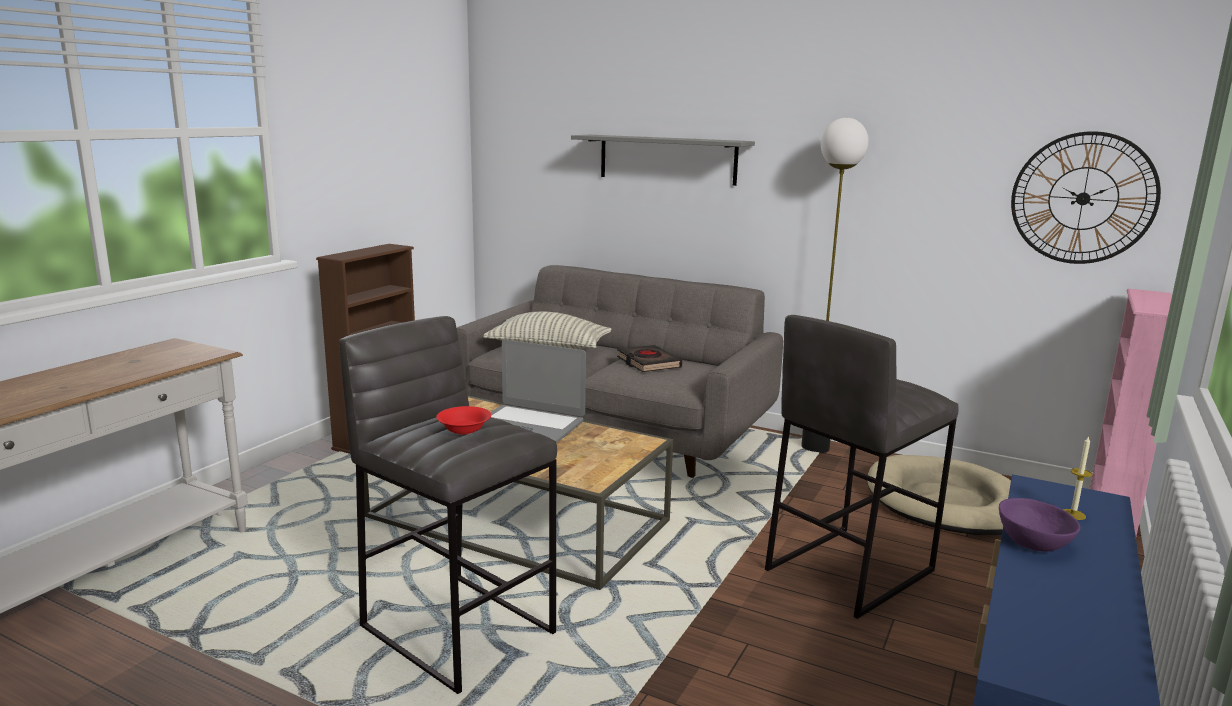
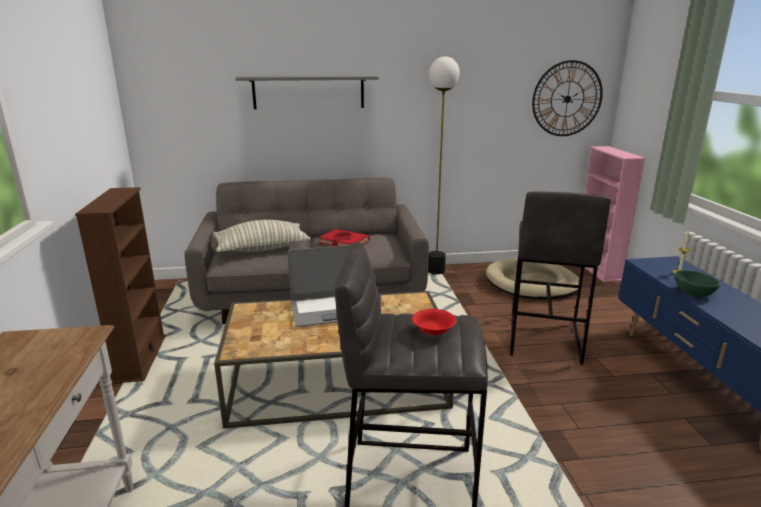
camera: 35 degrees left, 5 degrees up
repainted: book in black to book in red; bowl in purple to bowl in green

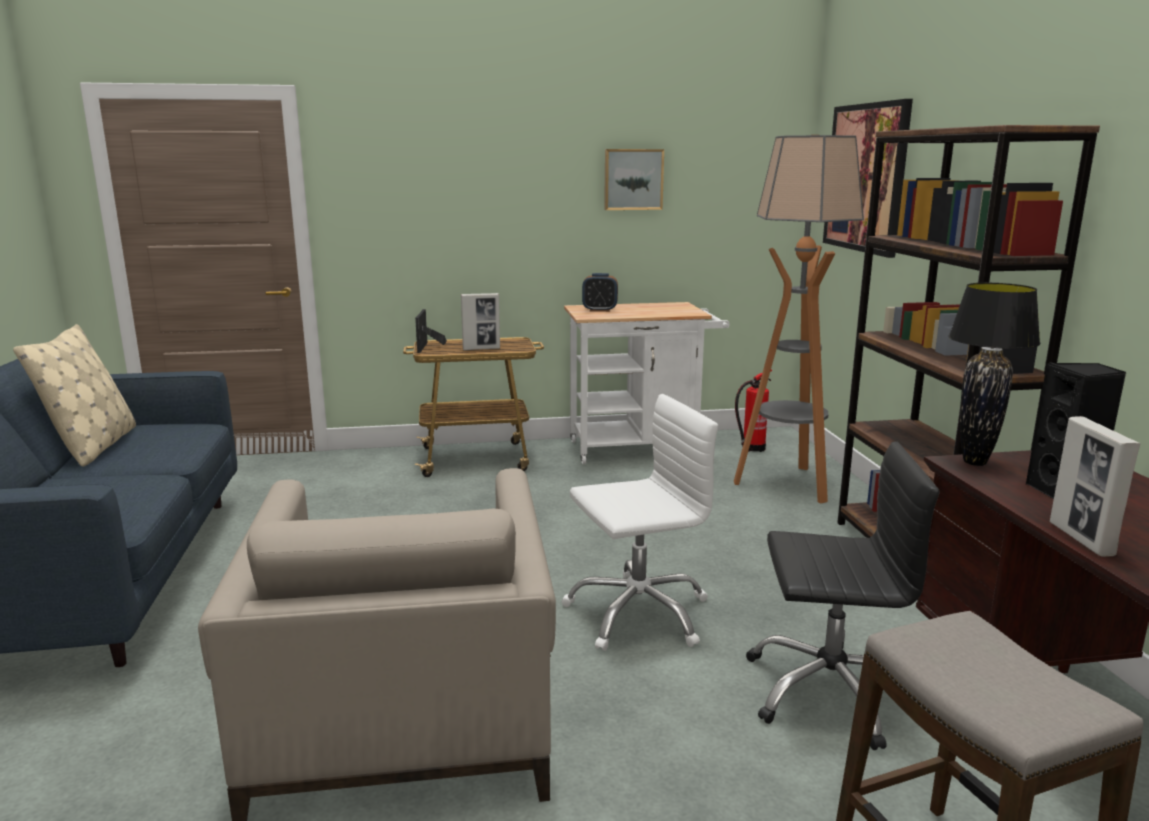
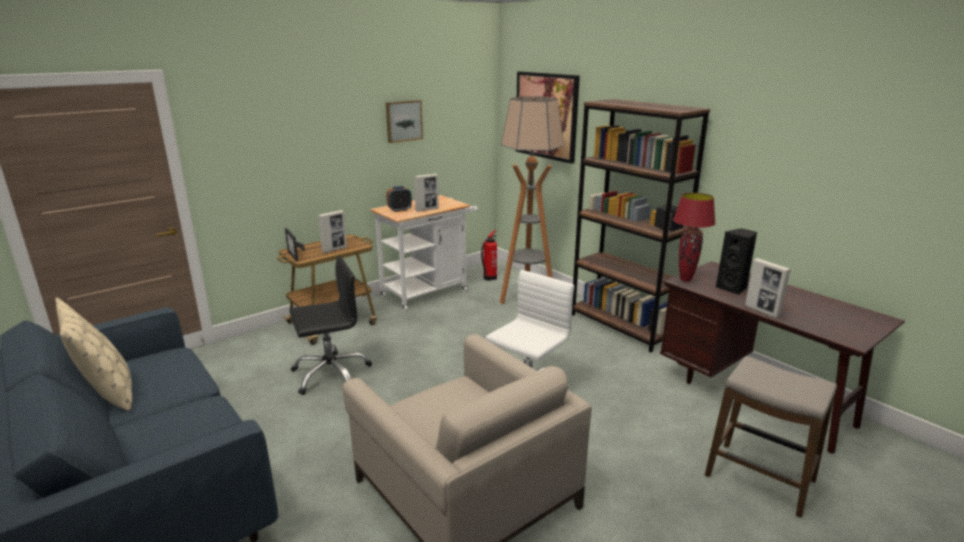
camera: 30 degrees left, 5 degrees up
new: picture frame (no. 3 from left)
shifted: office chair in black
repainted: table lamp in black to table lamp in red

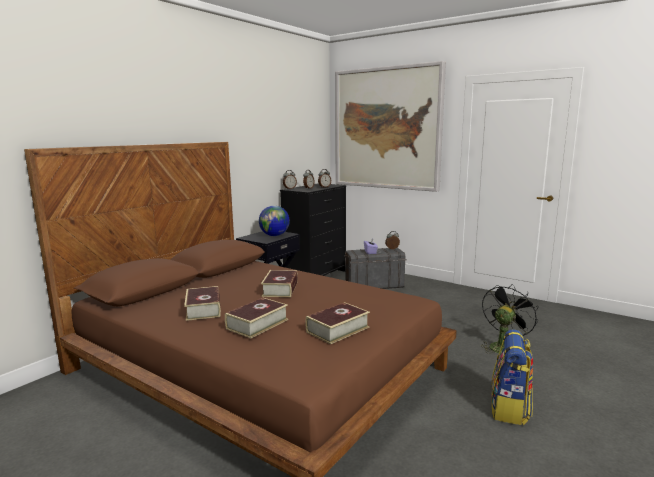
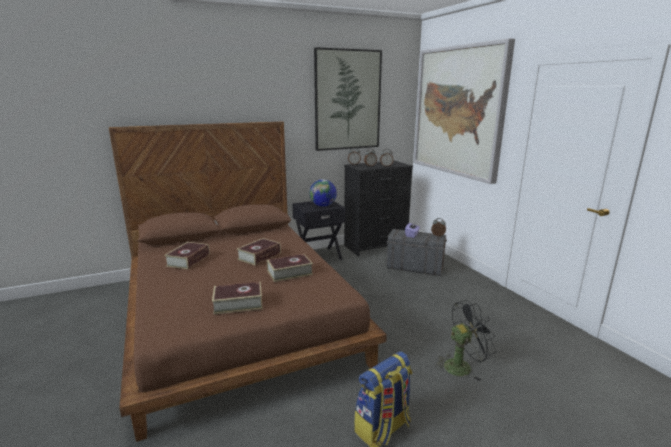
camera: 30 degrees right, 5 degrees up
new: picture (no. 1 from left)
shifted: book (no. 2 from left in the first image) to book (no. 4 from left)

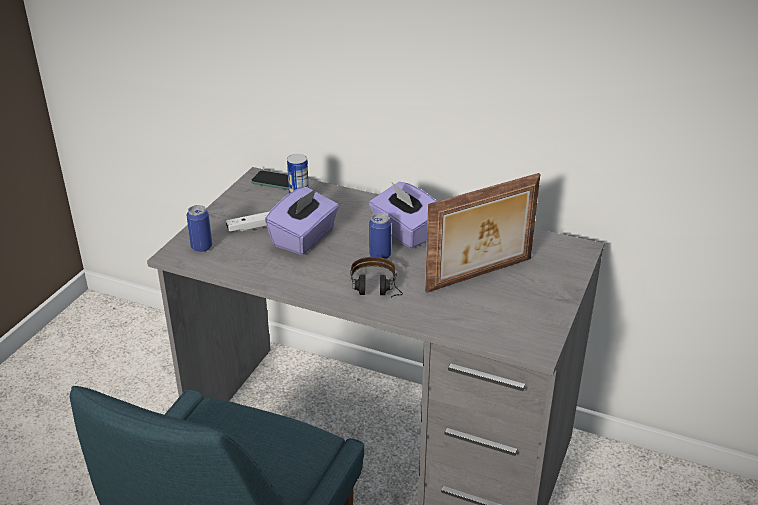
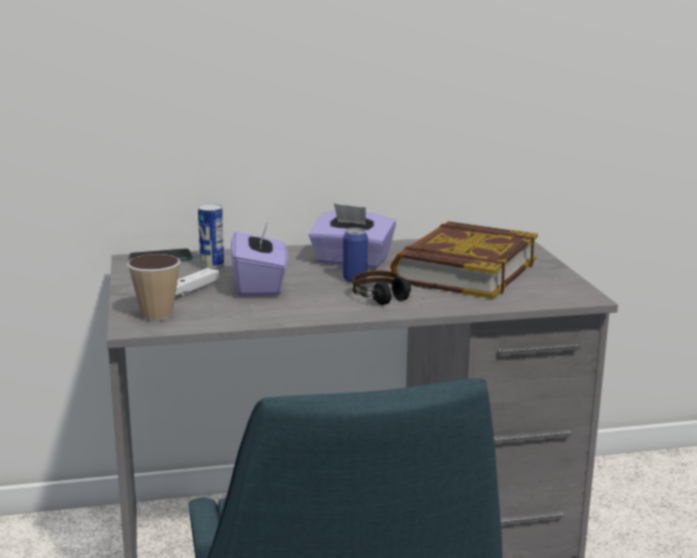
camera: 35 degrees left, 15 degrees down
swapped: can (no. 1 from left) to cup; picture frame to book

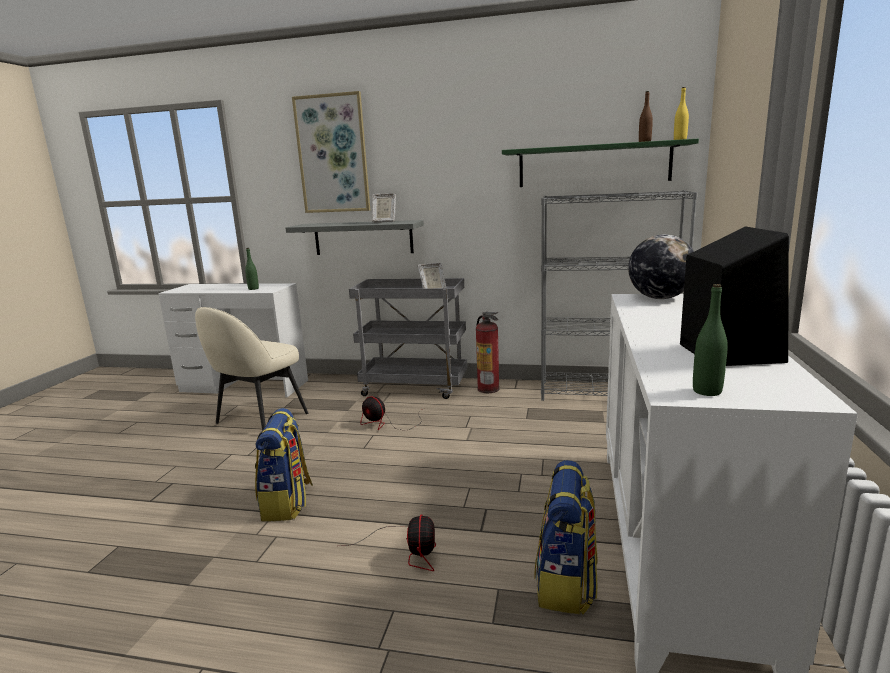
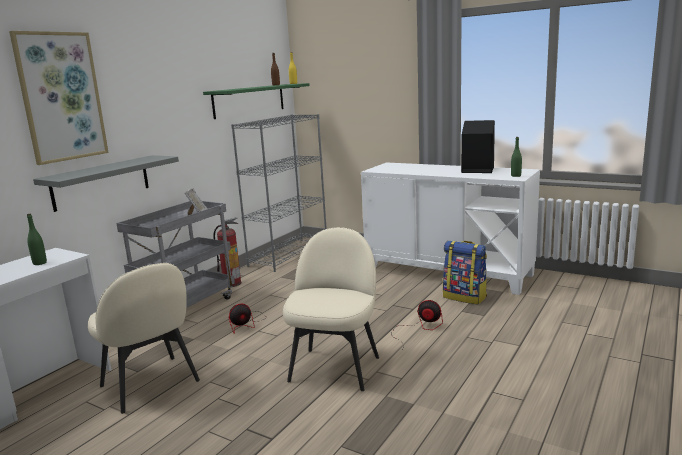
camera: 70 degrees left, 0 degrees up
gone: picture frame (no. 1 from left); globe
swapped: backpack (no. 1 from left) to chair in beige (no. 2 from left)

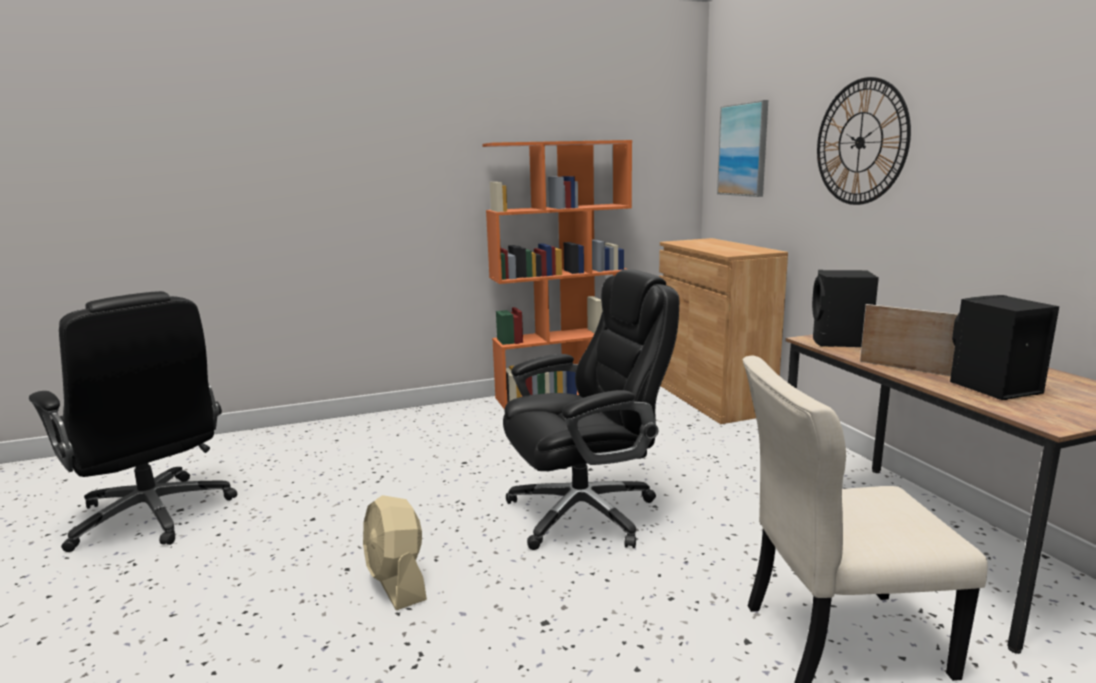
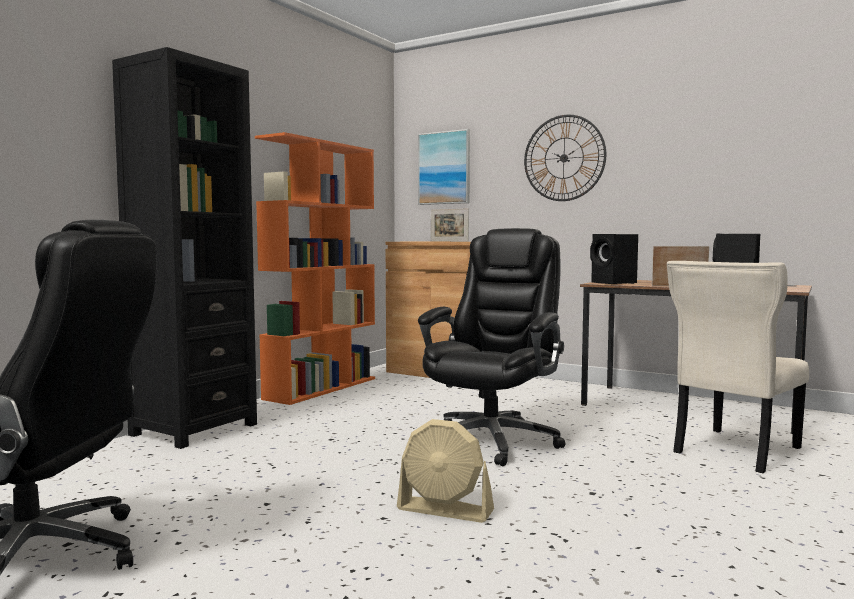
camera: 40 degrees left, 10 degrees down
new: bookcase in black; picture frame (no. 1 from left)

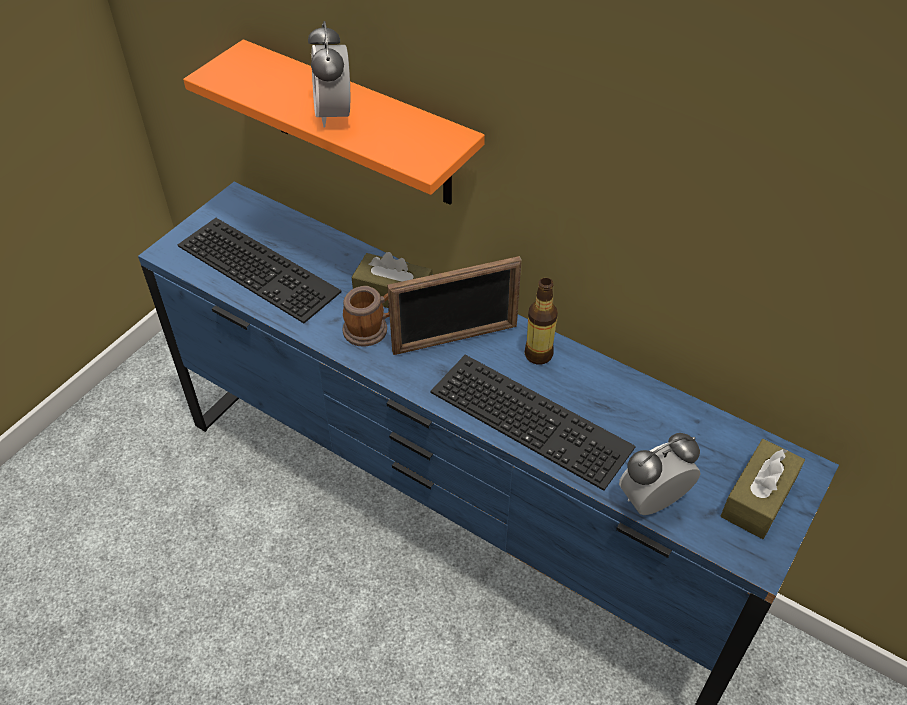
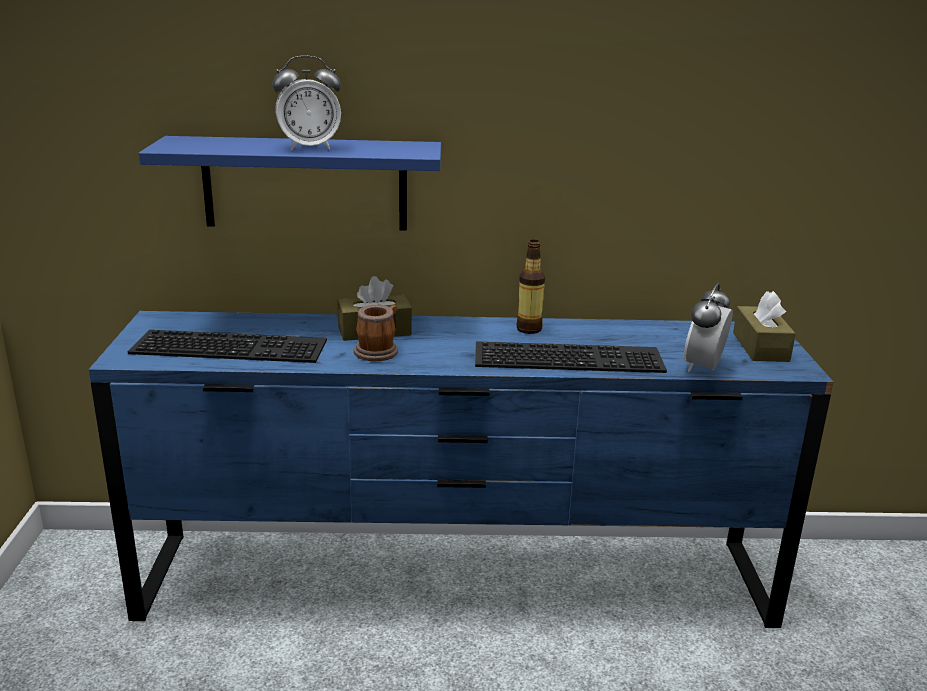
camera: 35 degrees left, 25 degrees down
gone: picture frame
repainted: shelf in orange to shelf in blue
rotated: alarm clock (no. 1 from left) 60 degrees counterclockwise

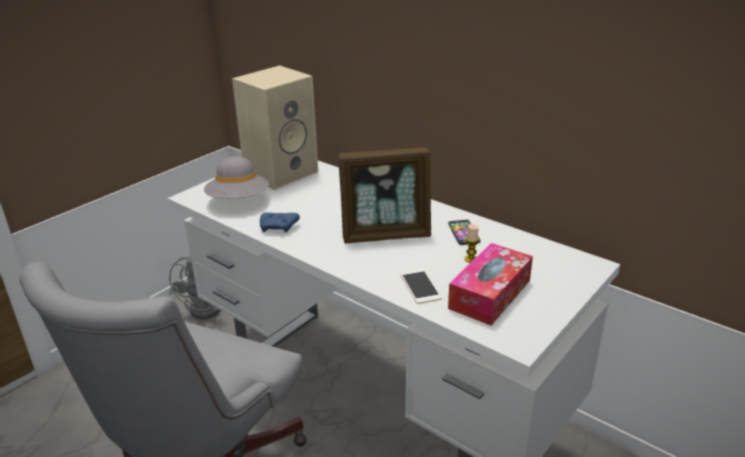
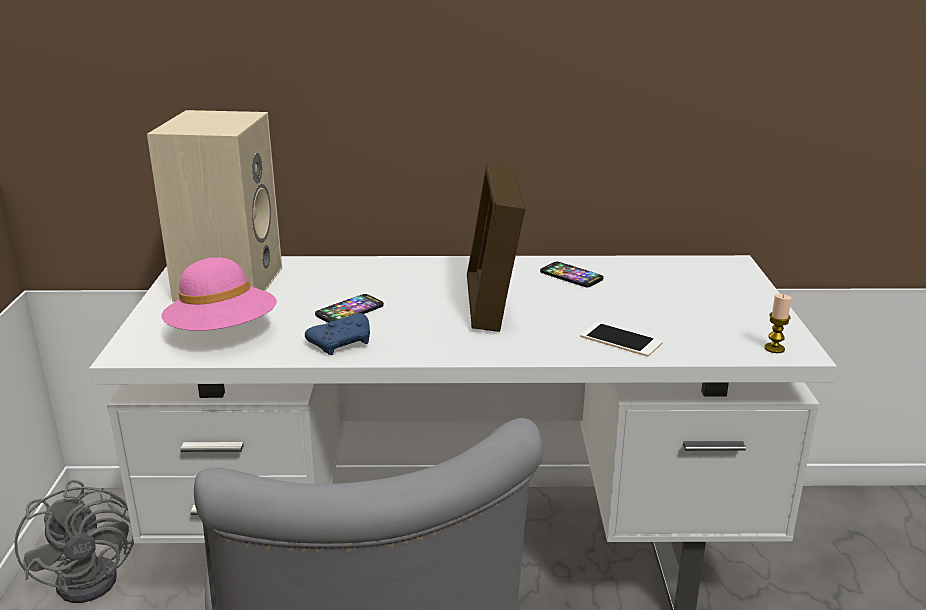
camera: 40 degrees left, 5 degrees down
gone: tissue box
new: phone (no. 1 from left)
shifted: candle
repainted: hat in grey to hat in pink
rotated: picture frame 135 degrees clockwise

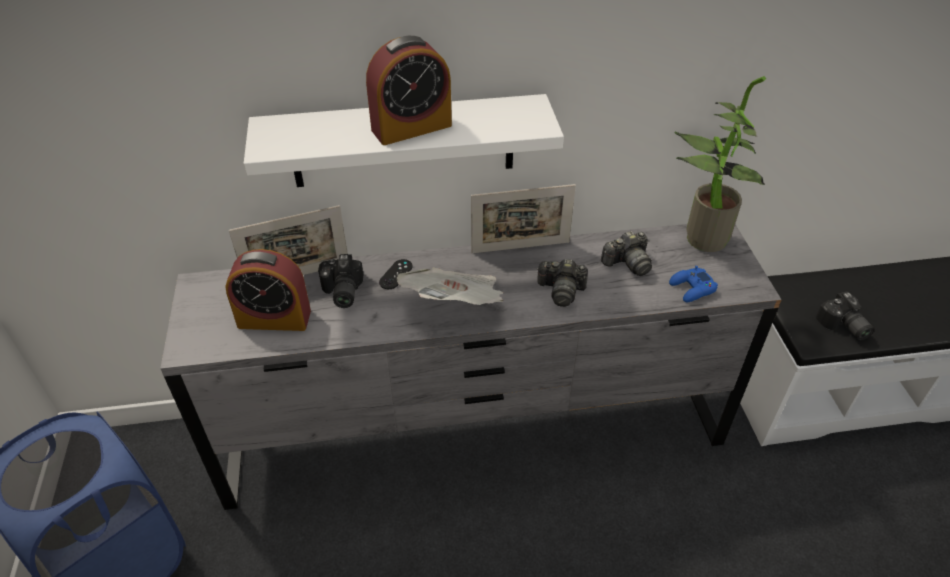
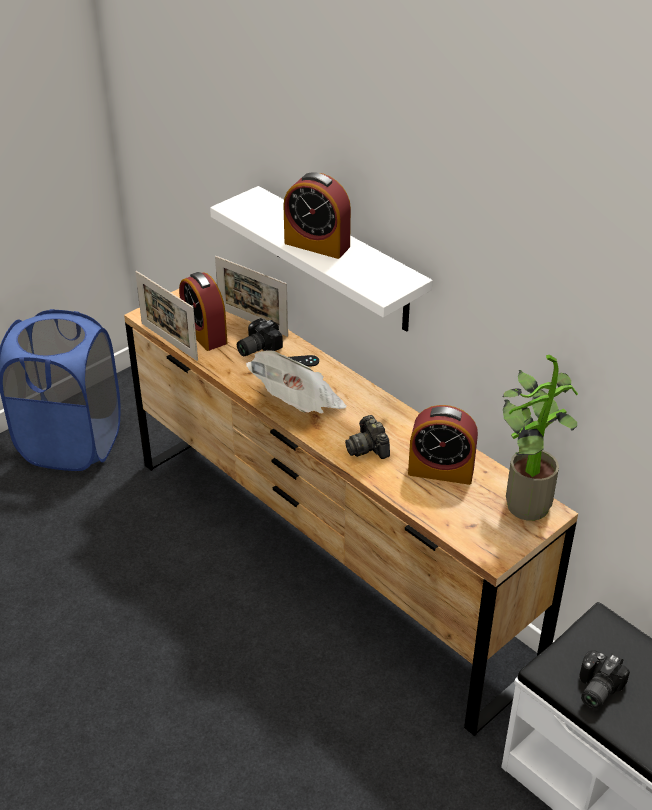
camera: 55 degrees right, 5 degrees down
gone: game controller in blue
shifted: picture frame (no. 2 from left in the first image) to picture frame (no. 1 from left)
swapped: photo camera (no. 3 from left) to alarm clock (no. 3 from left)
repainted: dresser in grey to dresser in brown

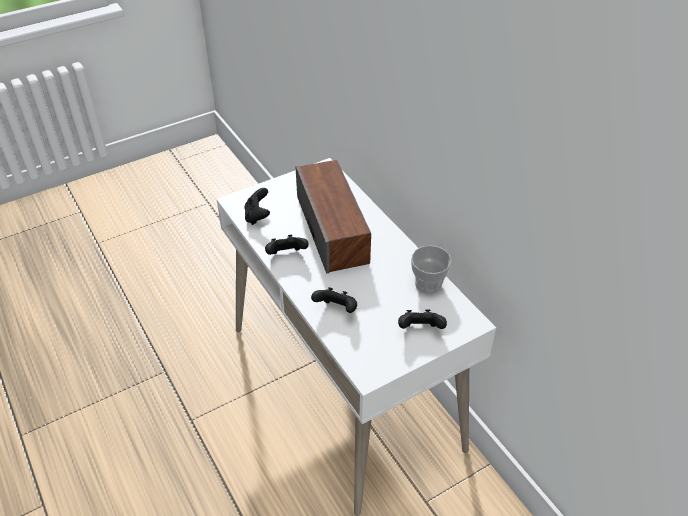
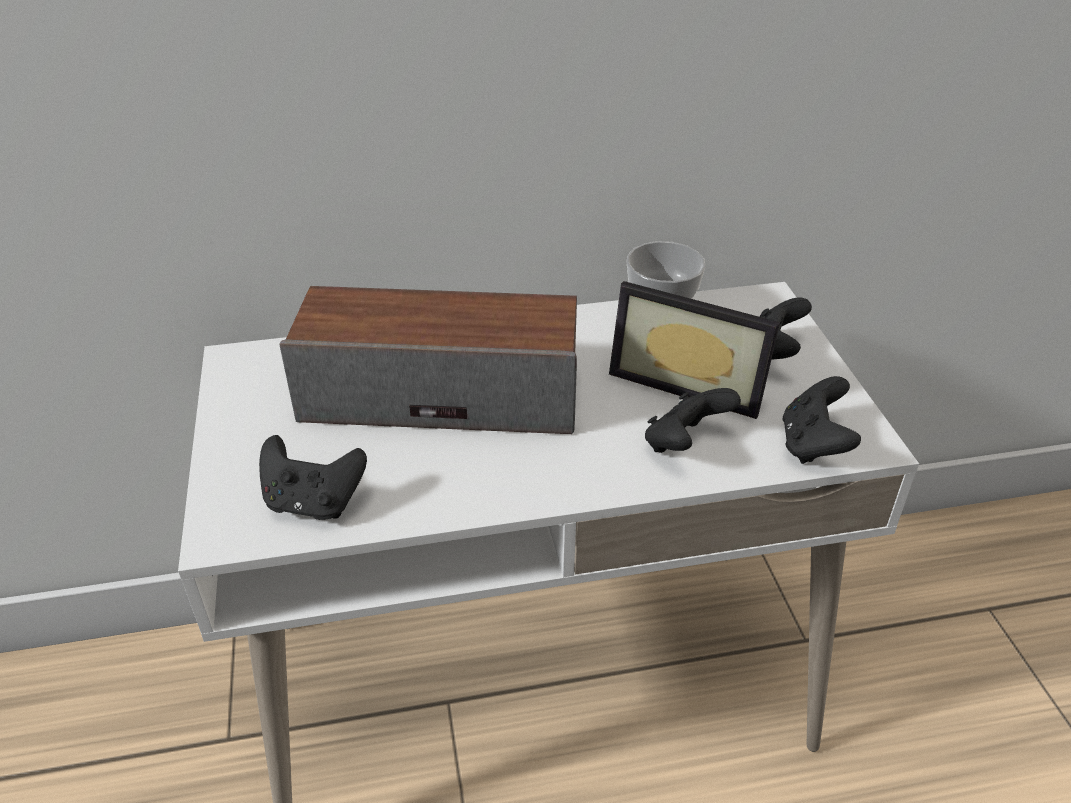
camera: 70 degrees left, 5 degrees down
new: picture frame
shifted: game controller in black (no. 2 from left in the first image) to game controller in black (no. 4 from left)

